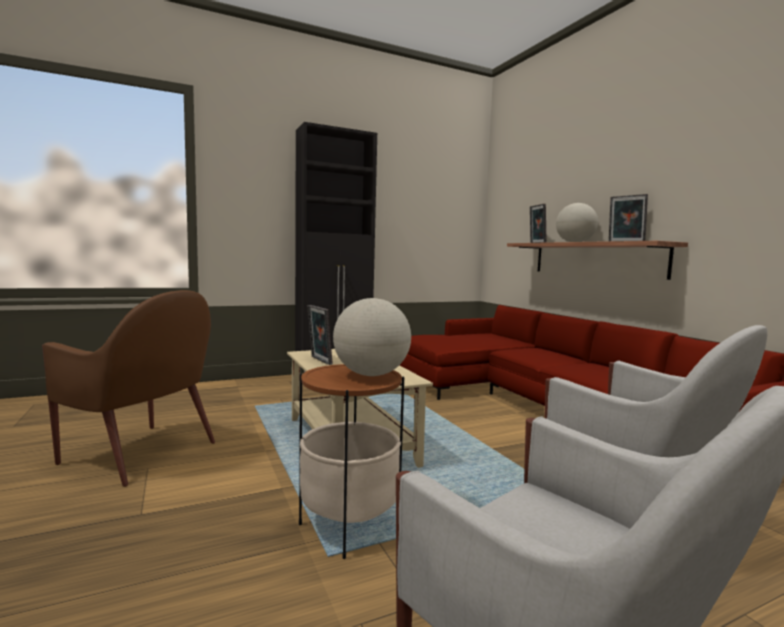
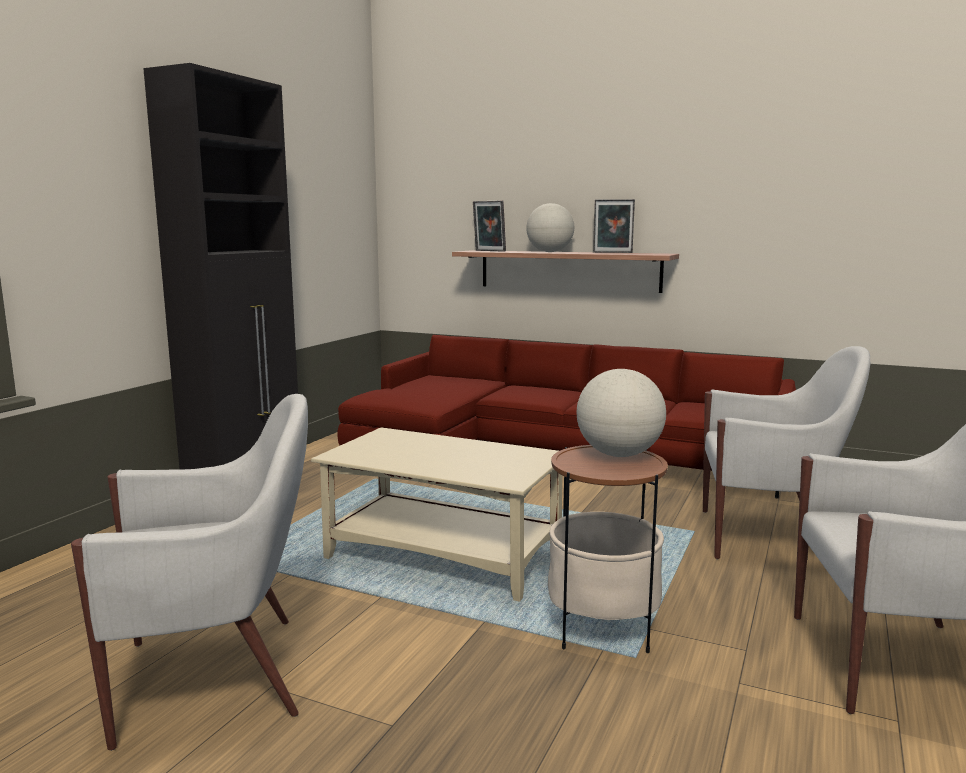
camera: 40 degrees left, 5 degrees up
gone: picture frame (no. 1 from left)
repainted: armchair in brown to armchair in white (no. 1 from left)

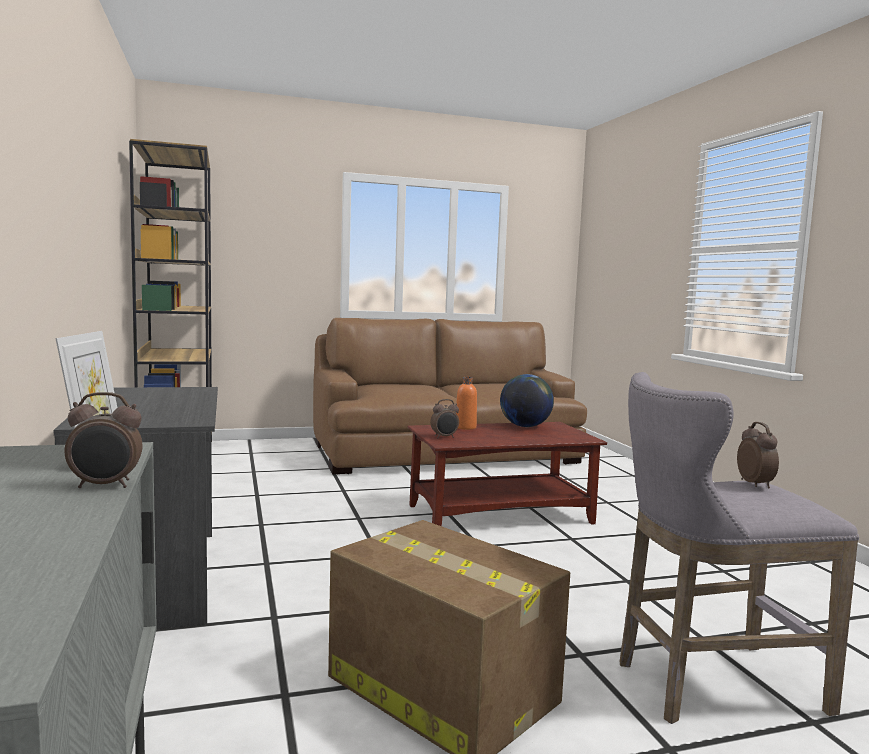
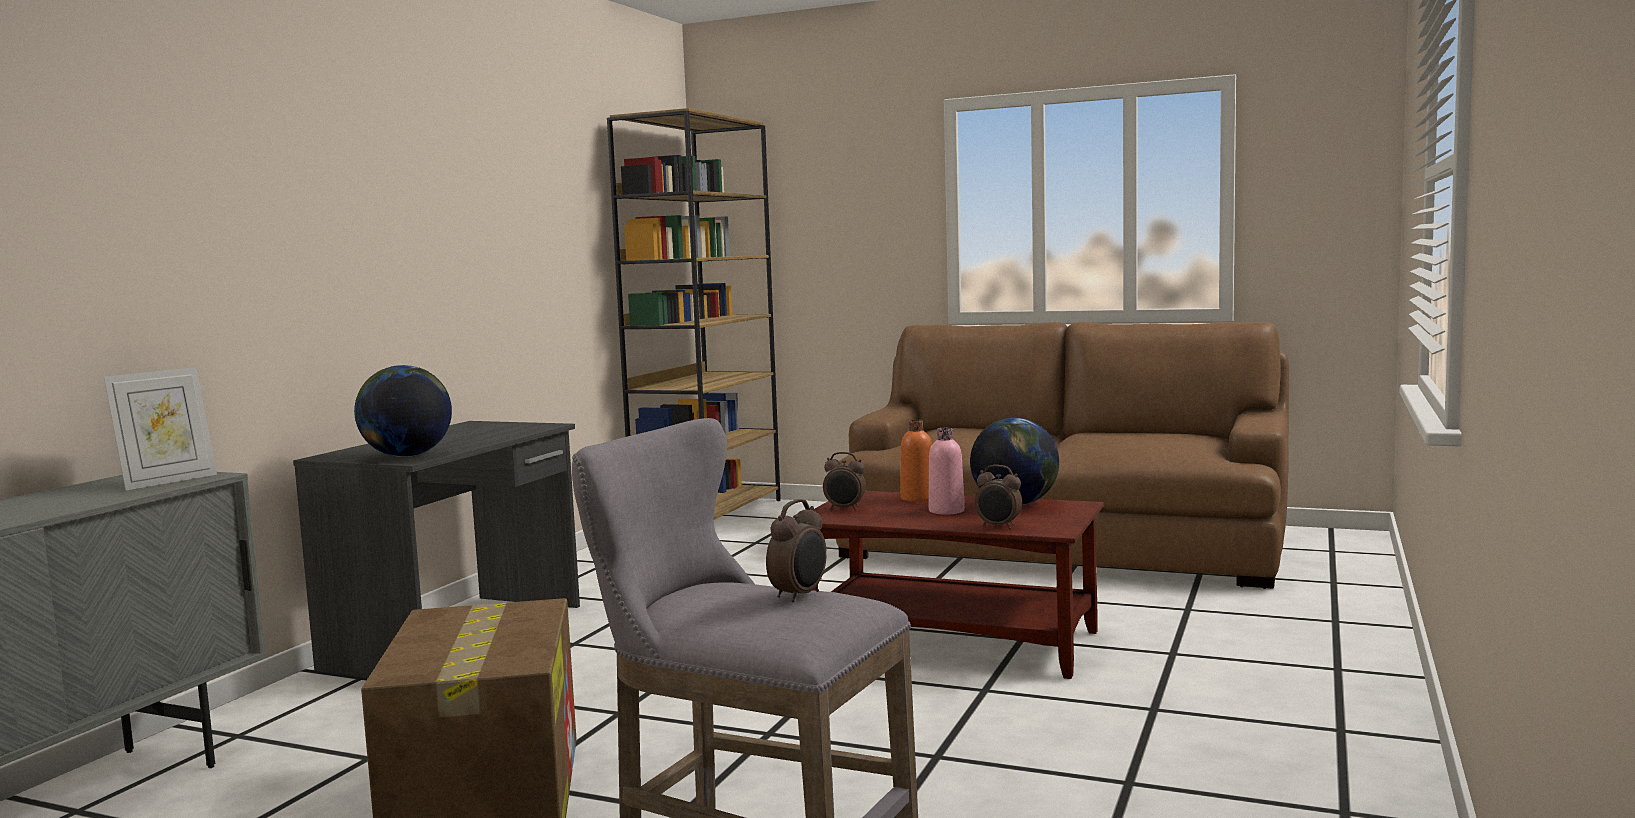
camera: 40 degrees right, 0 degrees up
new: globe (no. 1 from left); bottle in pink
shifted: alarm clock (no. 1 from left in the first image) to alarm clock (no. 3 from left)

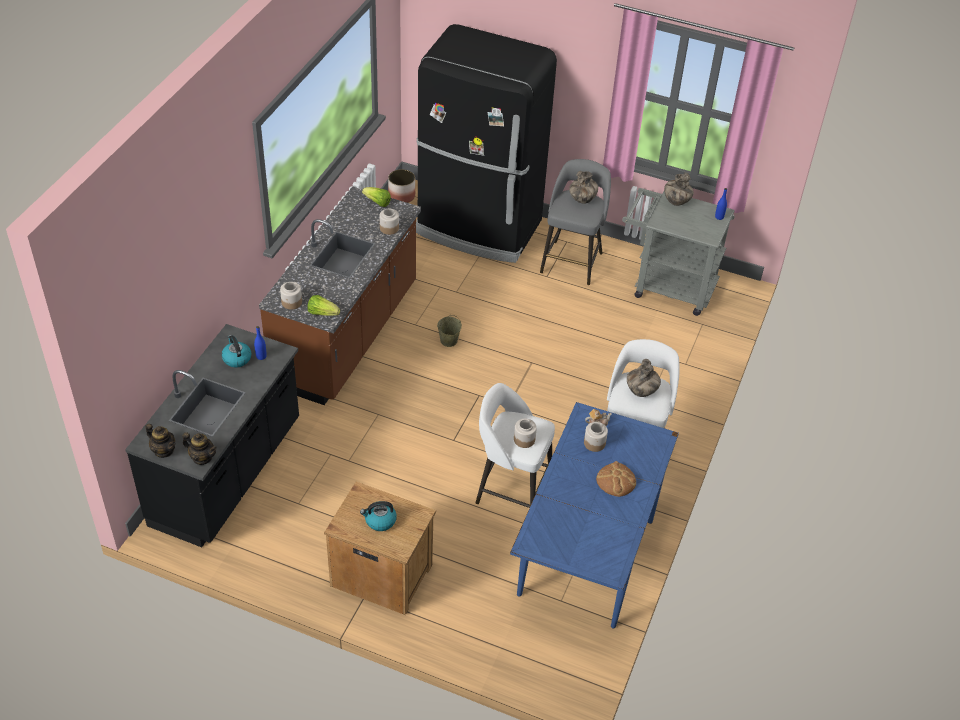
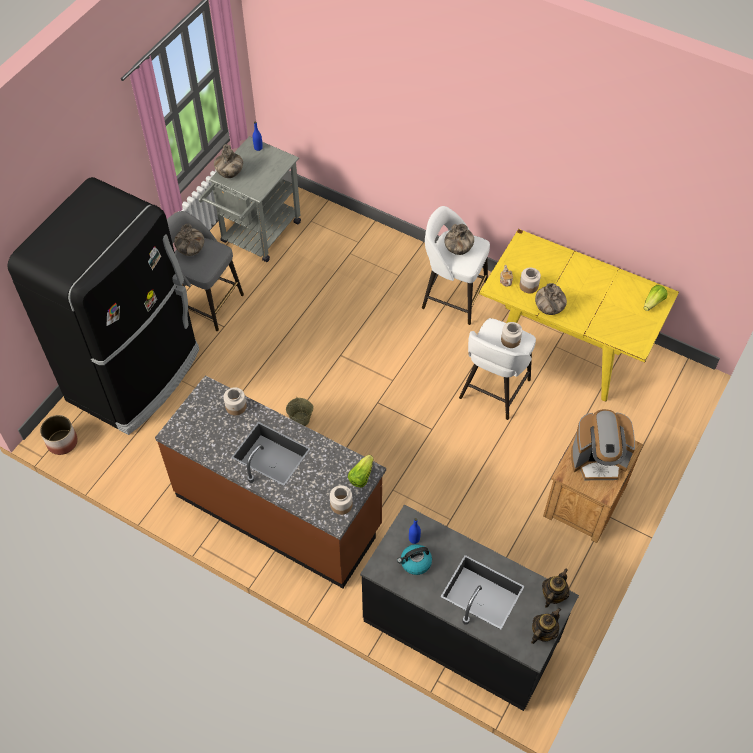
camera: 80 degrees left, 10 degrees up
gone: bread
new: vase (no. 4 from left)
shifted: lettuce (no. 2 from left)
swapped: kettle (no. 2 from left) to coffee machine
repainted: dining table in blue to dining table in yellow

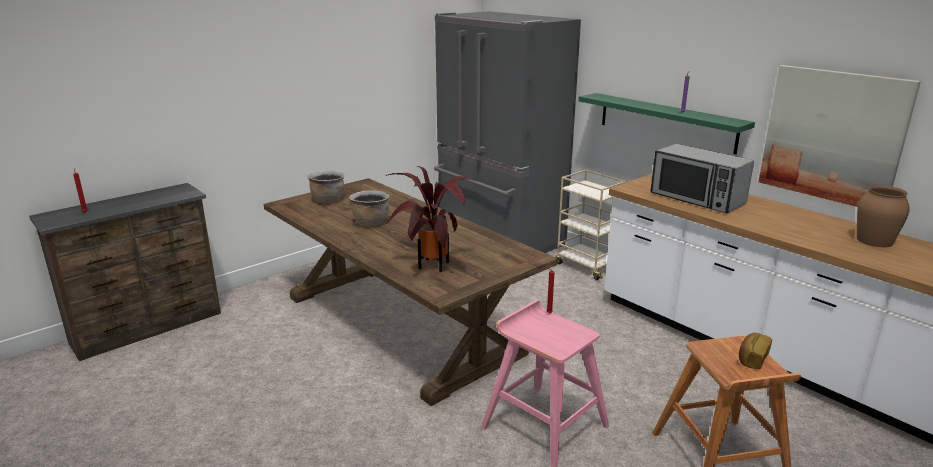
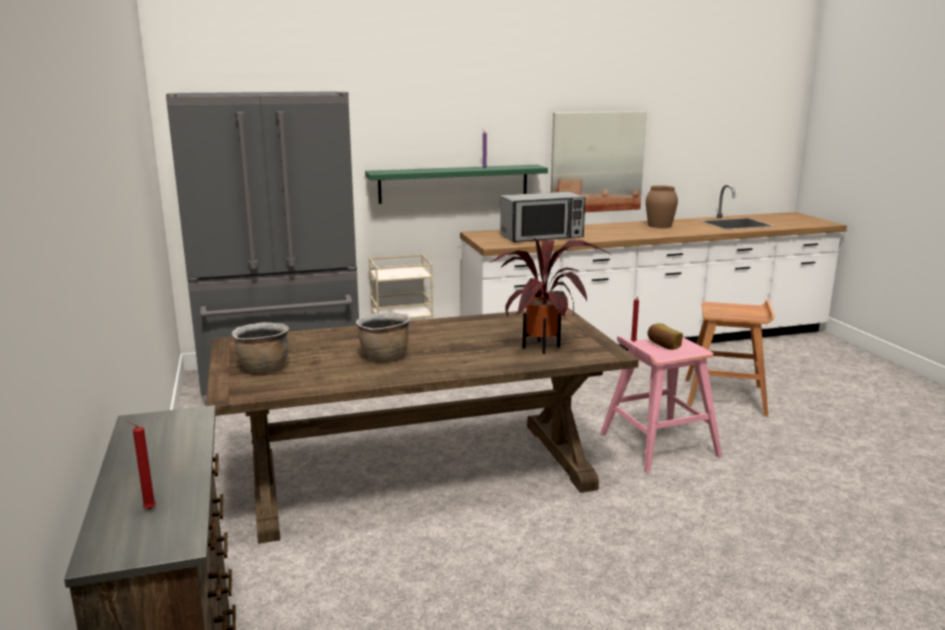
camera: 65 degrees left, 5 degrees down
shifted: bread

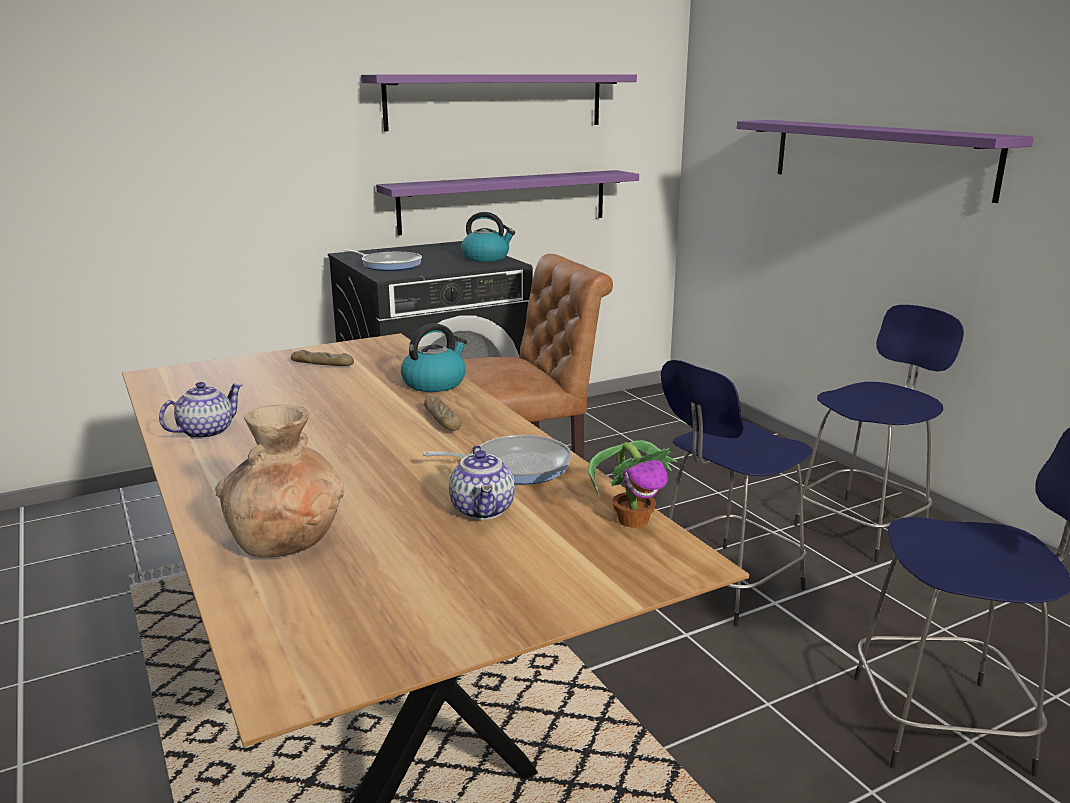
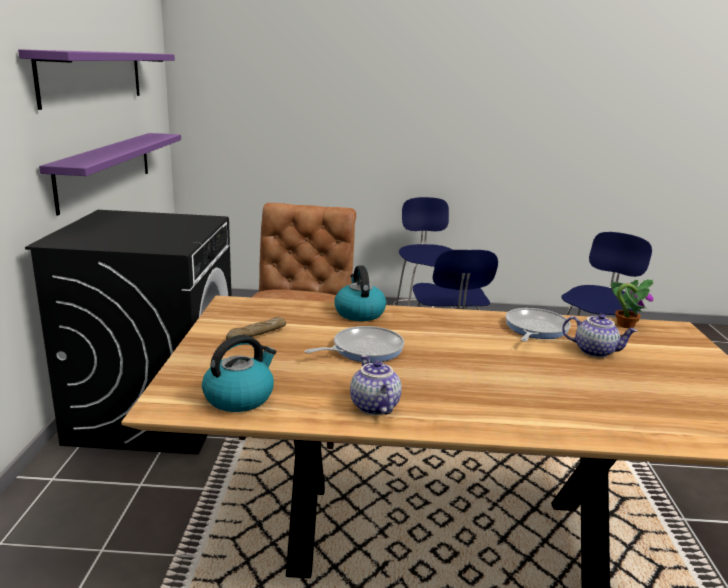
camera: 60 degrees left, 0 degrees up
gone: vase in brown; bread (no. 2 from left); shelf in purple (no. 3 from left)
shifted: kettle (no. 2 from left in the first image) to kettle (no. 1 from left); frying pan (no. 1 from left)

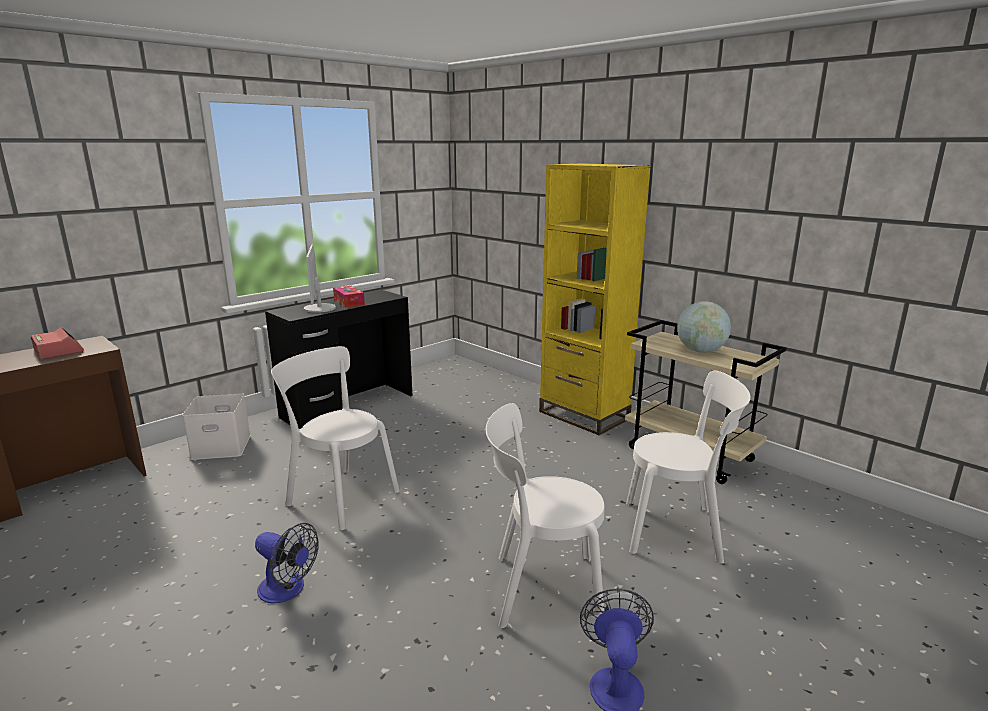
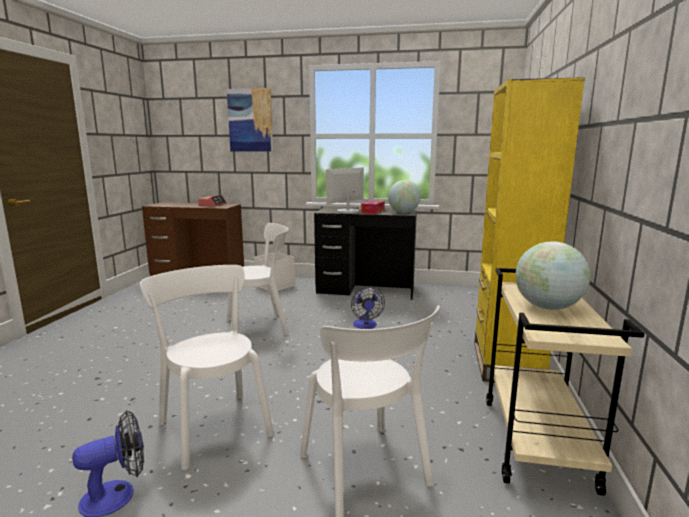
camera: 55 degrees right, 5 degrees down
new: picture; globe (no. 1 from left)
shifted: fan (no. 1 from left in the first image) to fan (no. 2 from left)
rotated: chair in white (no. 1 from left in the first image) 75 degrees clockwise

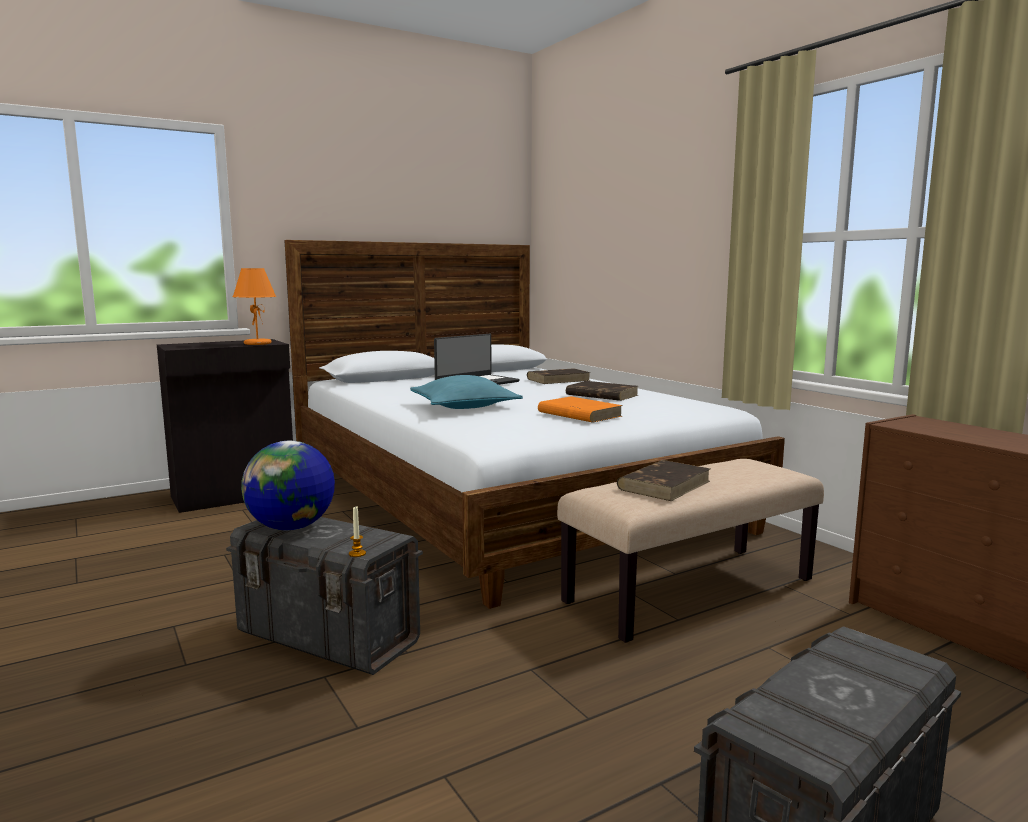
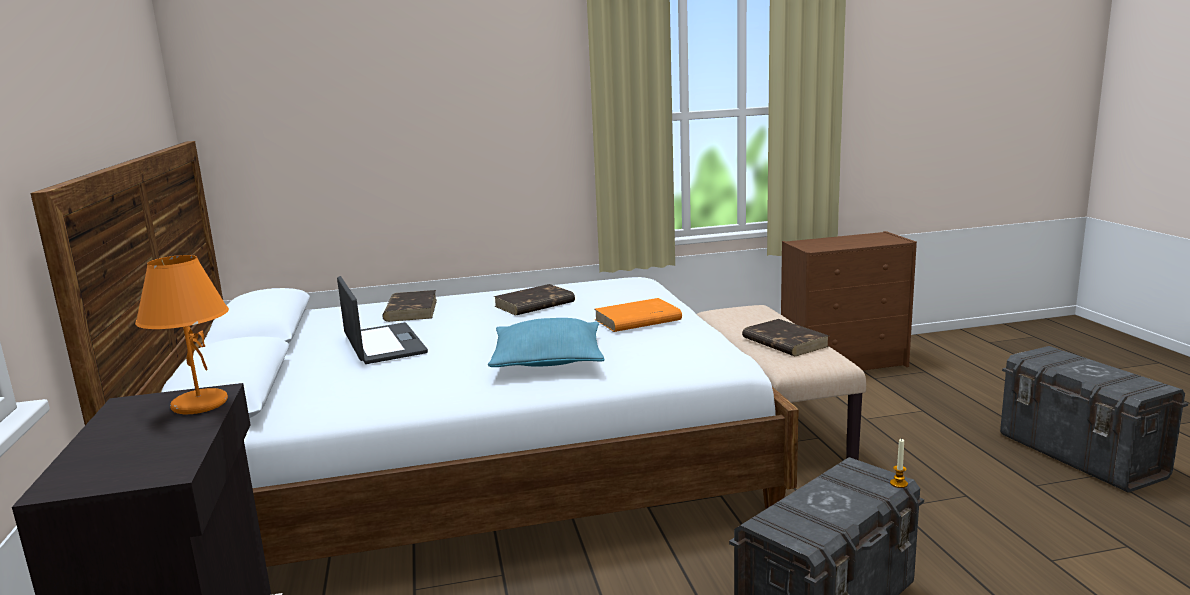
camera: 70 degrees left, 5 degrees up
gone: globe

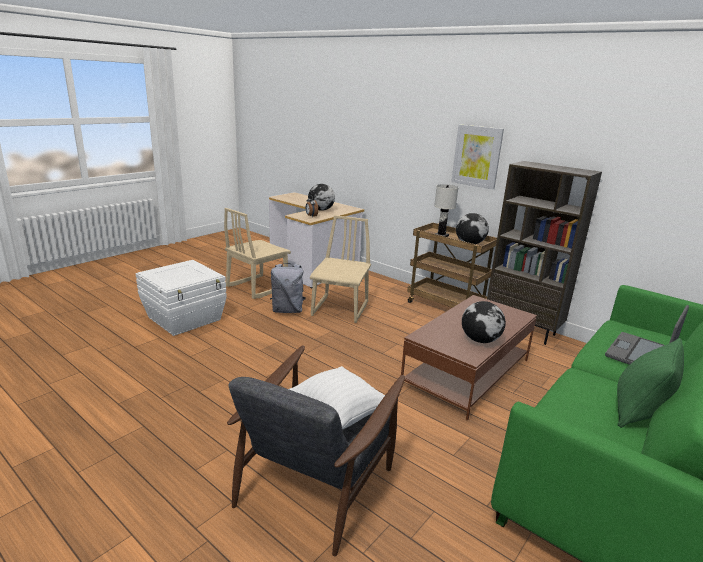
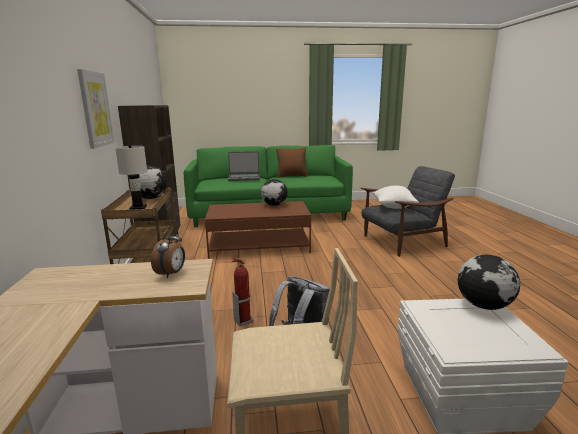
camera: 135 degrees left, 5 degrees down
shifted: globe (no. 1 from left in the first image) to globe (no. 3 from left)
swapped: chair in beige (no. 2 from left) to fire extinguisher
repainted: pillow in green to pillow in brown

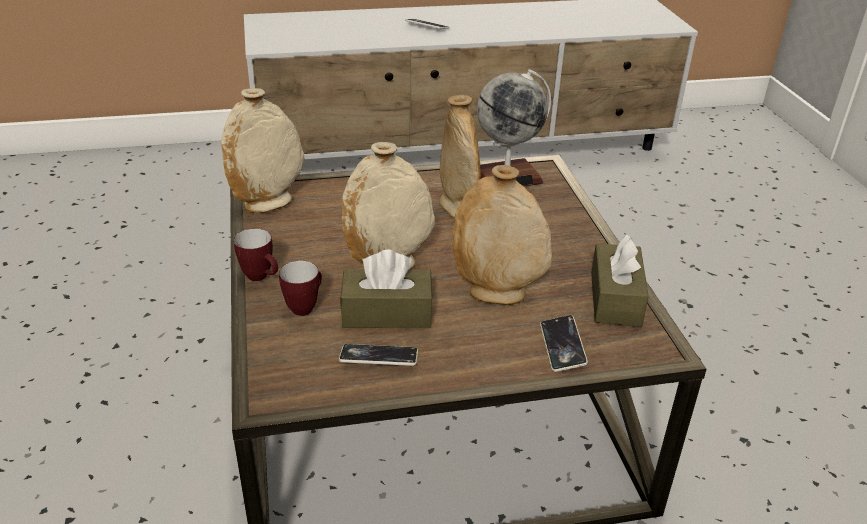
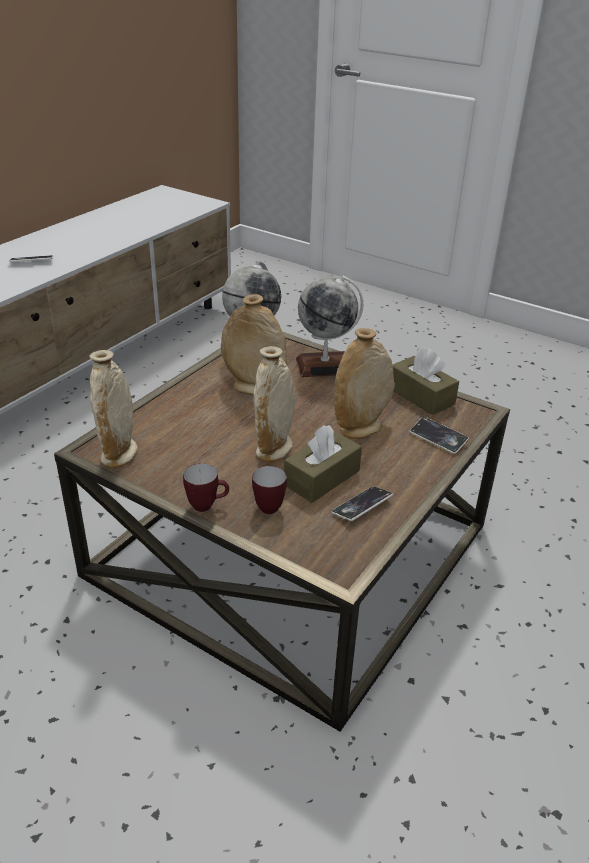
camera: 45 degrees left, 0 degrees up
new: globe (no. 2 from left)

